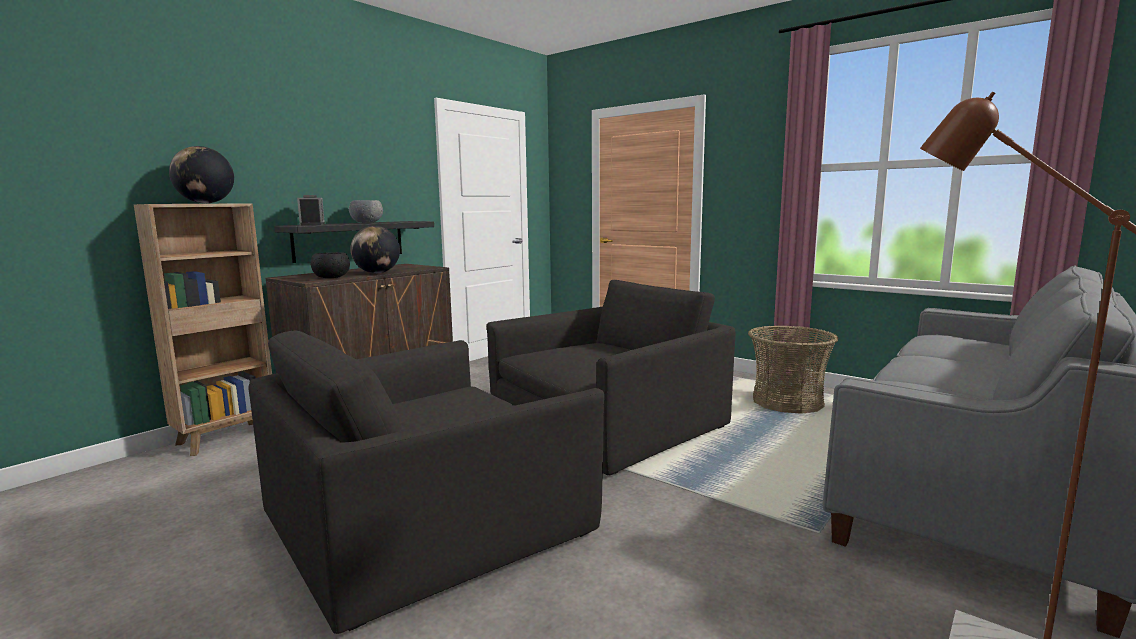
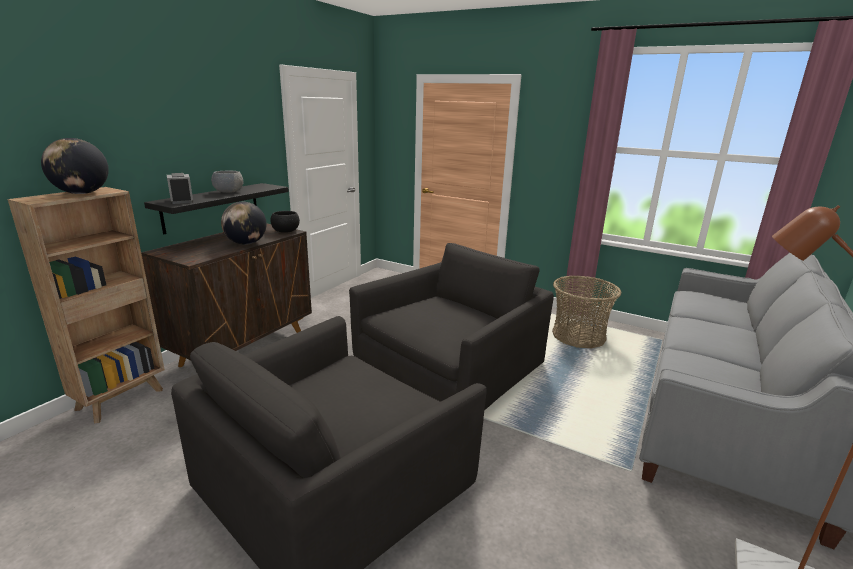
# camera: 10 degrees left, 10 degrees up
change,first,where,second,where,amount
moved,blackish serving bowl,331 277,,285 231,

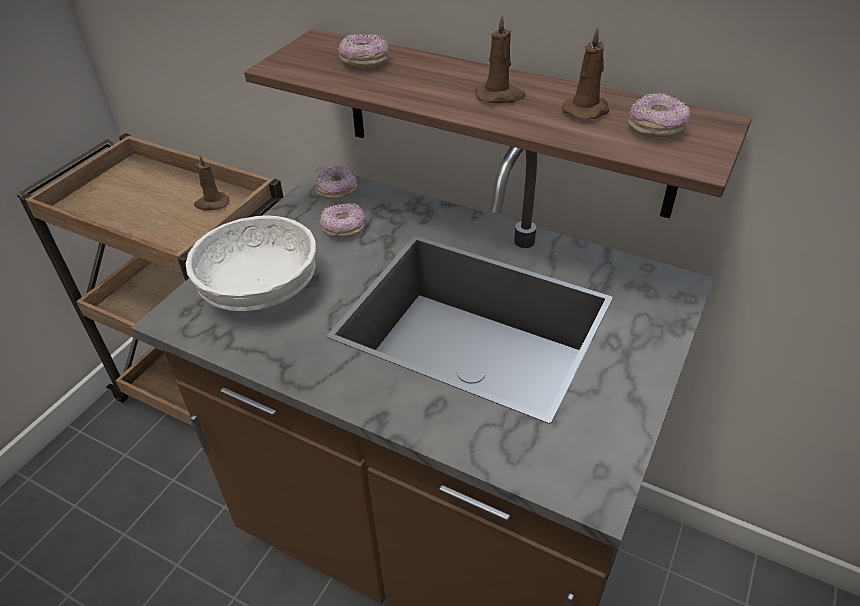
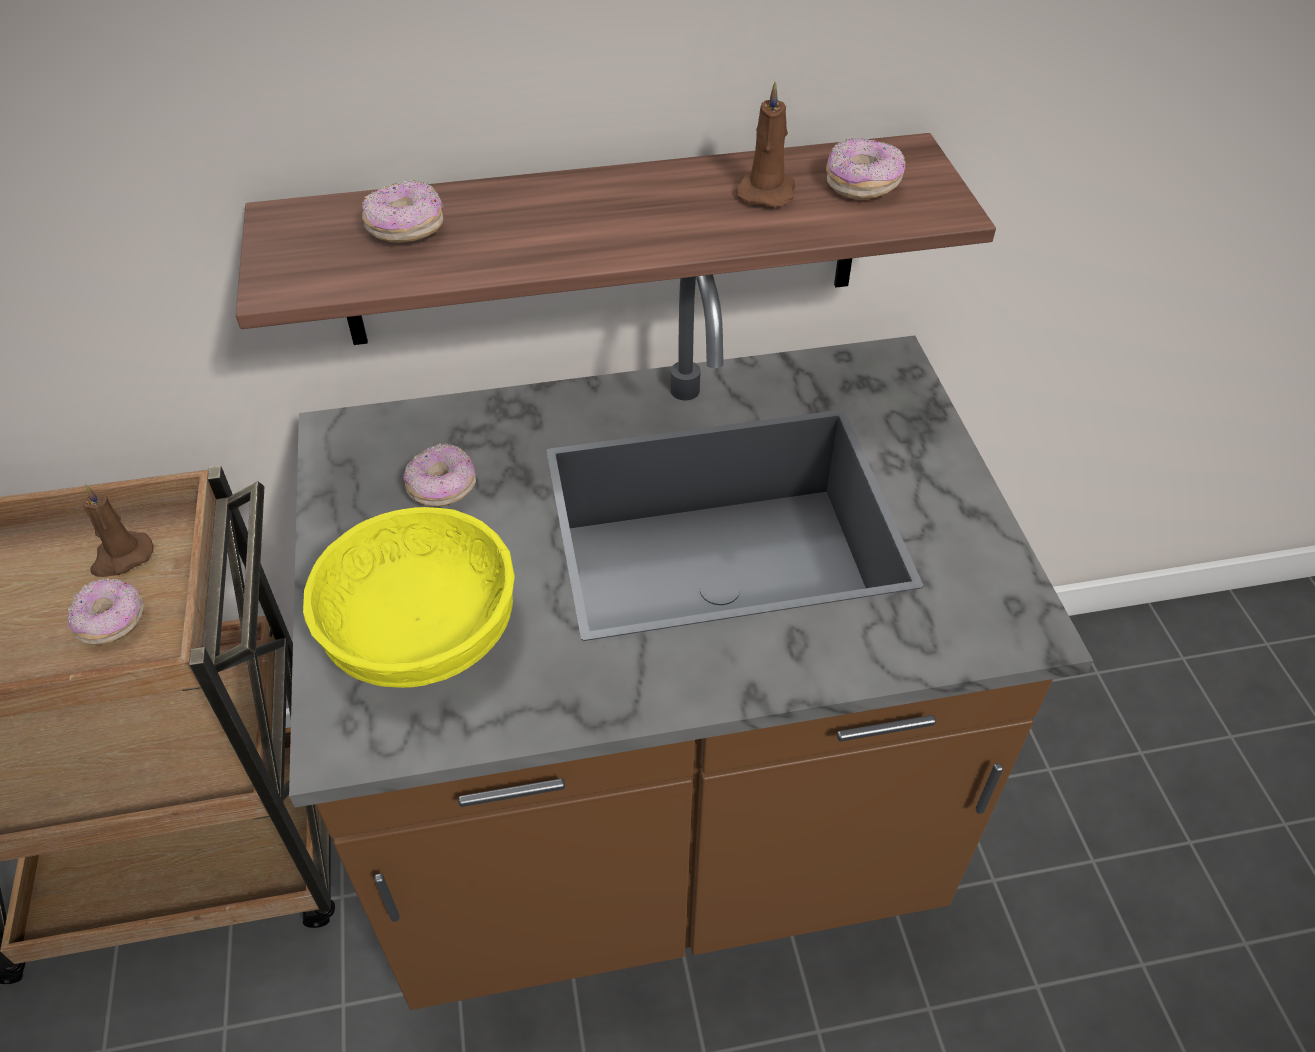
# camera: 40 degrees left, 5 degrees up
change,first,where,second,where,amount
recoloured,whitish serving bowl,262 288,yellow-coloured serving bowl,423 629,
moved,ring doughnut,337 192,,112 622,
removed,brown-coloured candle,500 96,,,

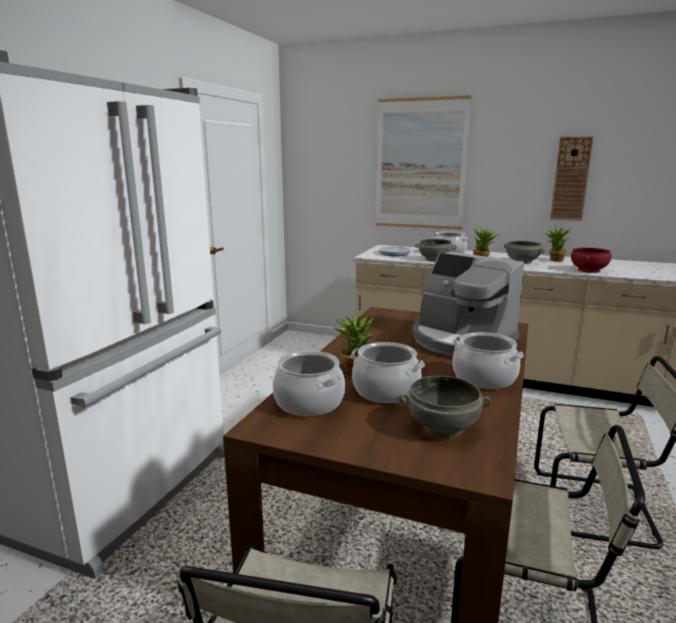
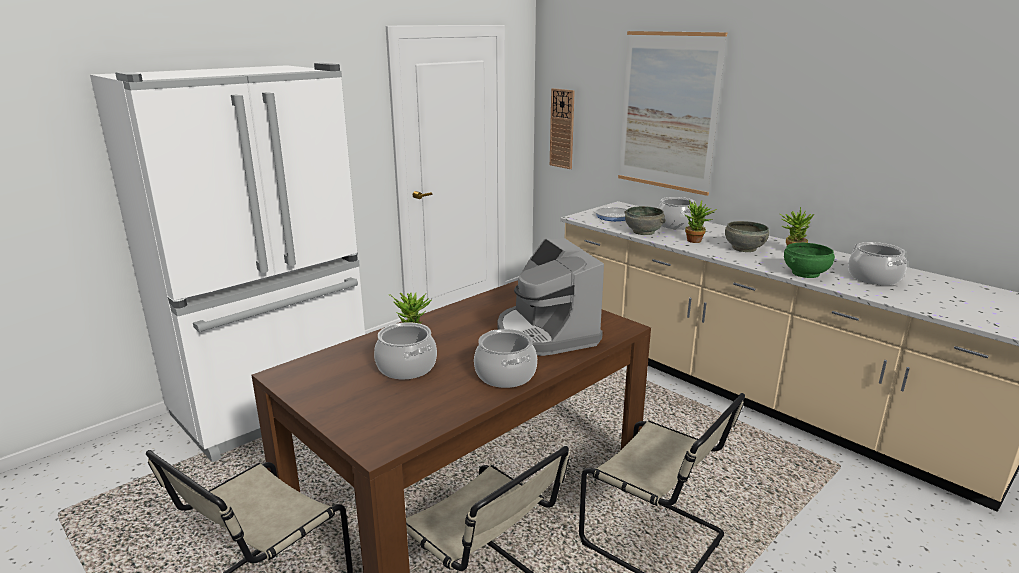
# camera: 25 degrees right, 5 degrees up
change,first,where,second,where,amount
moved,cooking pot,309 402,,874 278,
removed,grey serving bowl,442 426,,,
moved,wall clock,571 179,,562 129,
recoloured,red-coloured serving bowl,589 270,green-coloured serving bowl,806 273,

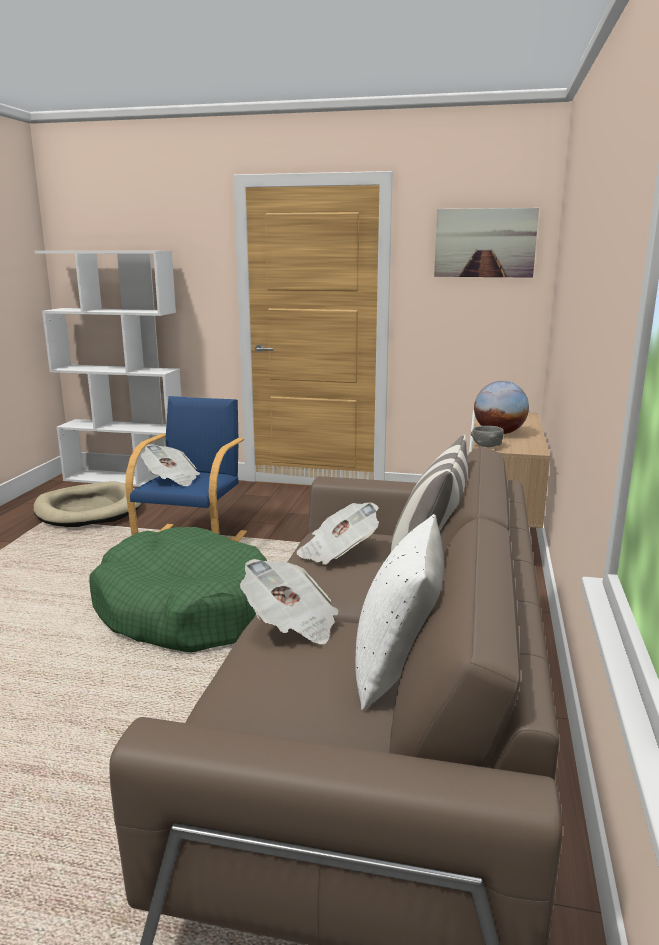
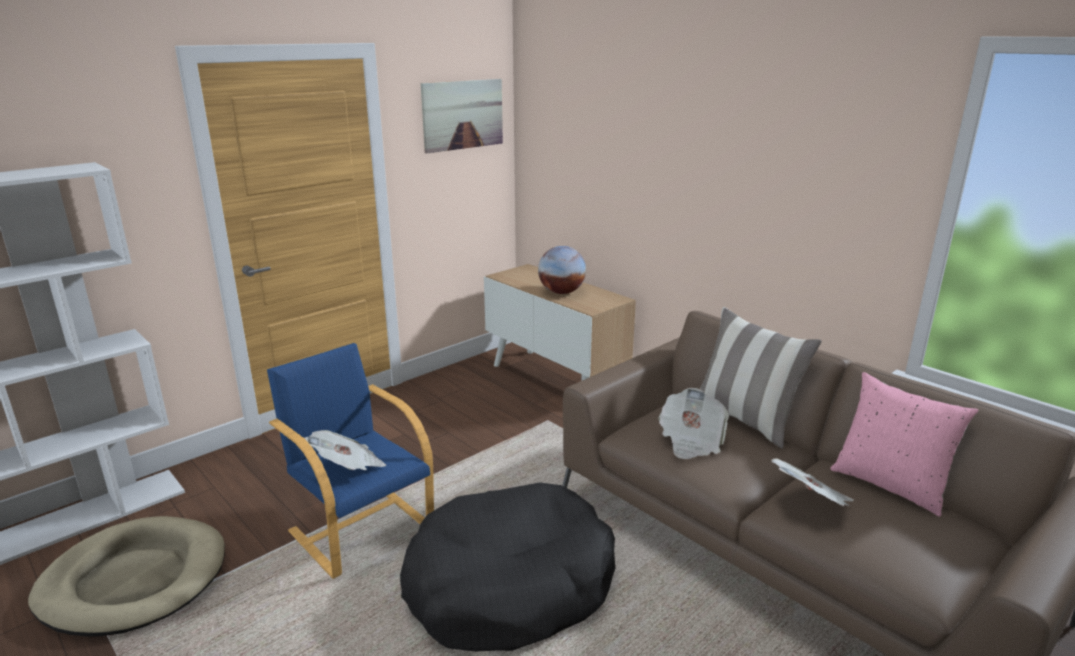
# camera: 55 degrees left, 5 degrees up
change,first,where,second,where,amount
recoloured,green-coloured dog bed,183 609,blackish dog bed,509 585,
recoloured,whitish pillow,398 669,pink-coloured pillow,889 485,
removed,grey serving bowl,487 446,,,

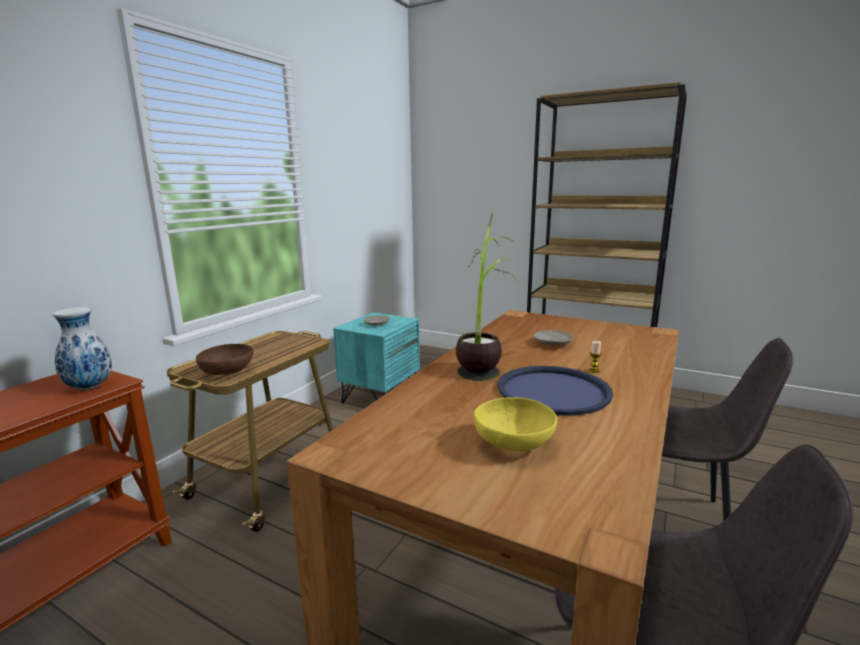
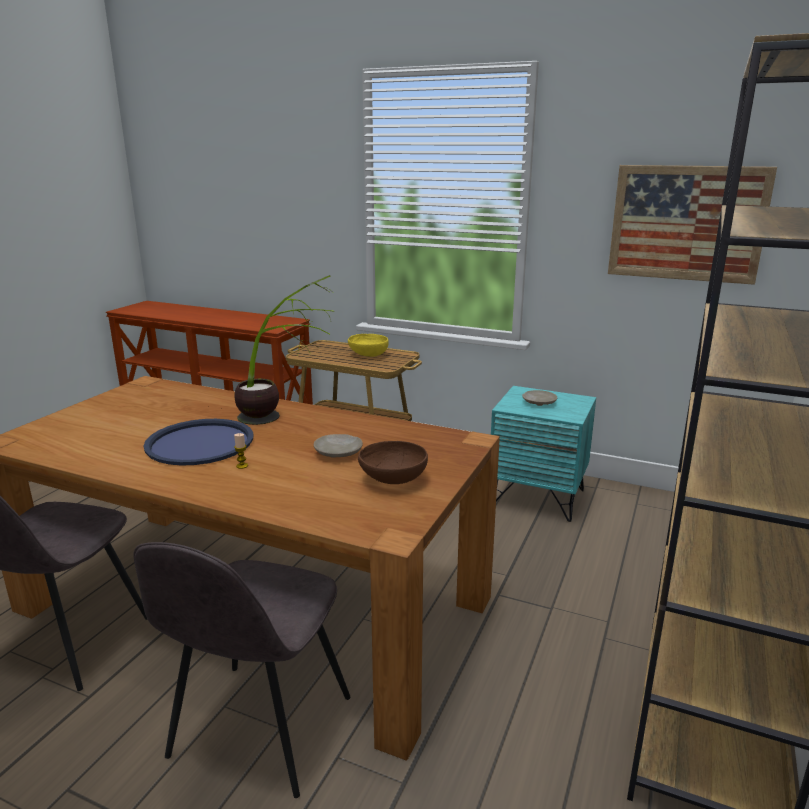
# camera: 85 degrees right, 5 degrees up
change,first,where,second,where,amount
removed,flower vase,90 386,,,
moved,brown-coloured serving bowl,228 373,,392 480,
moved,yellow-coloured serving bowl,513 445,,368 355,
added,,,picture,686 223,

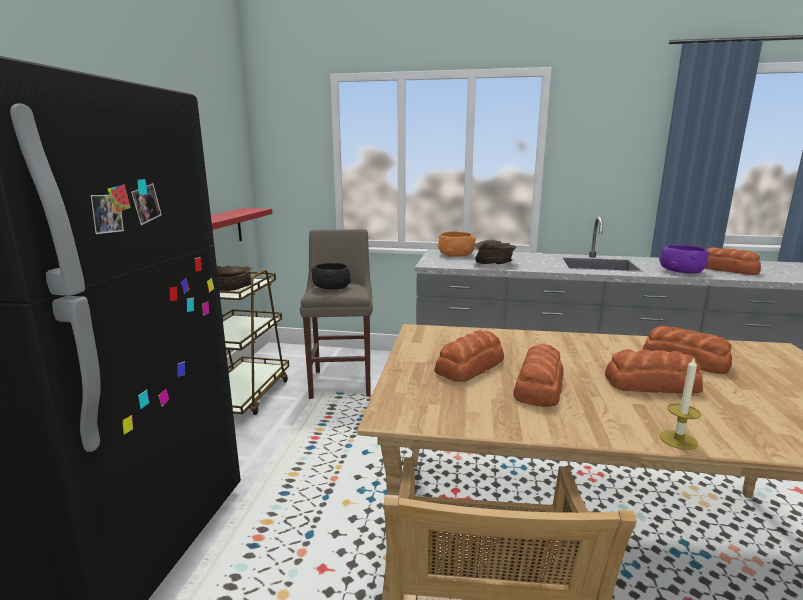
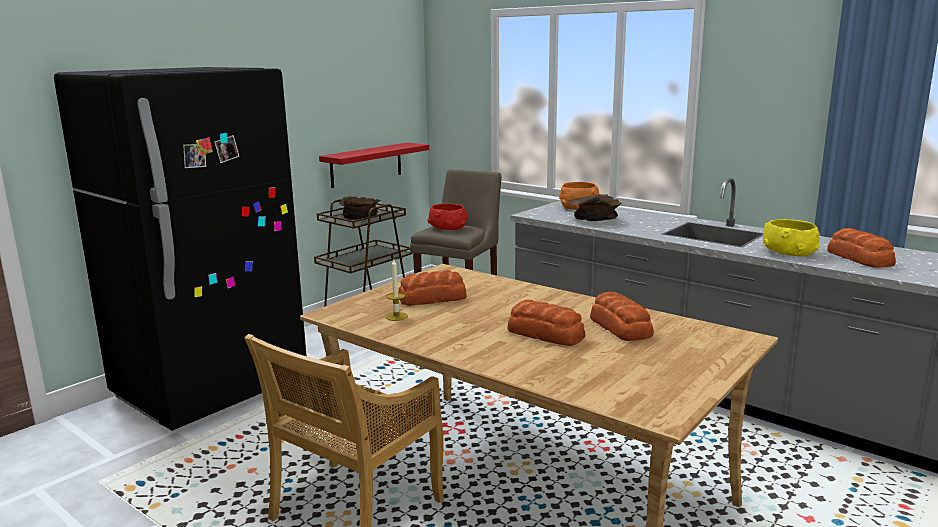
# camera: 30 degrees right, 0 degrees up
change,first,where,second,where,amount
recoloured,blackish serving bowl,331 287,red-coloured serving bowl,447 227,
removed,baked bread,538 386,,,
recoloured,purple serving bowl,680 271,yellow-coloured serving bowl,788 252,
moved,candle,678 440,,396 316,

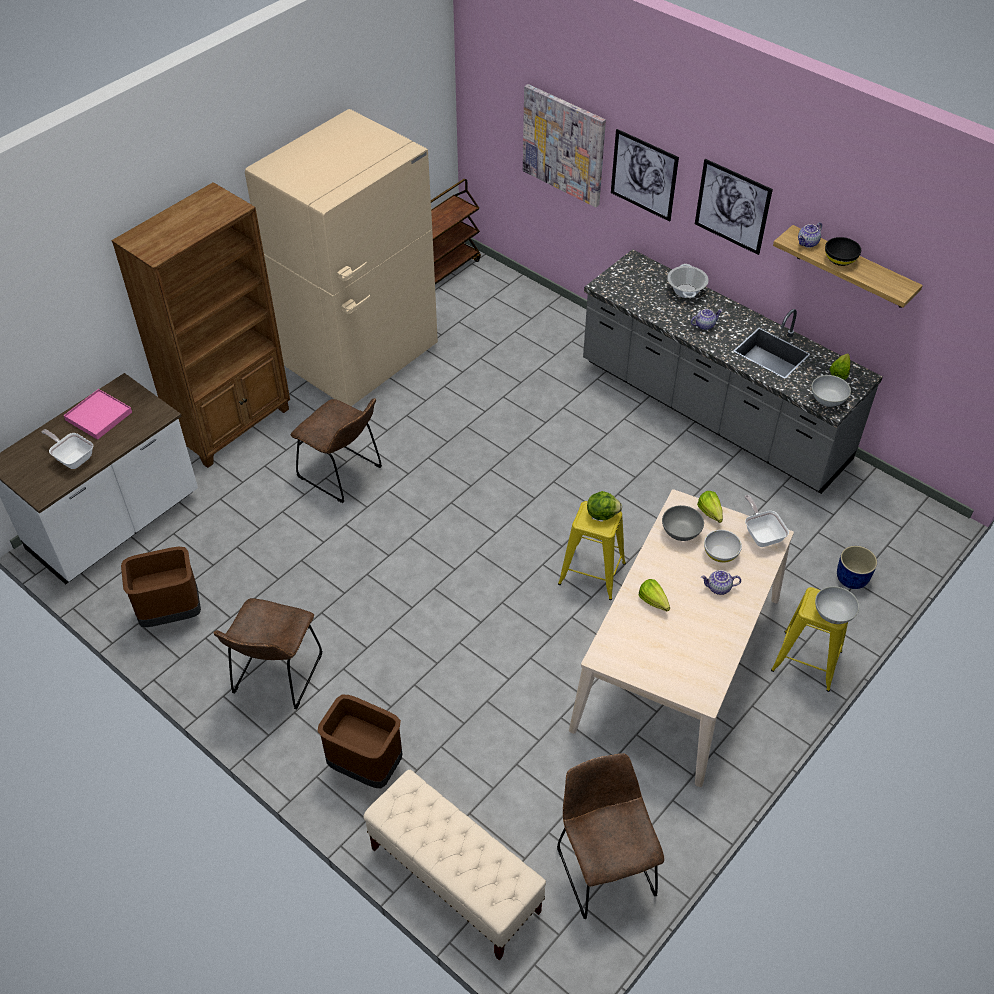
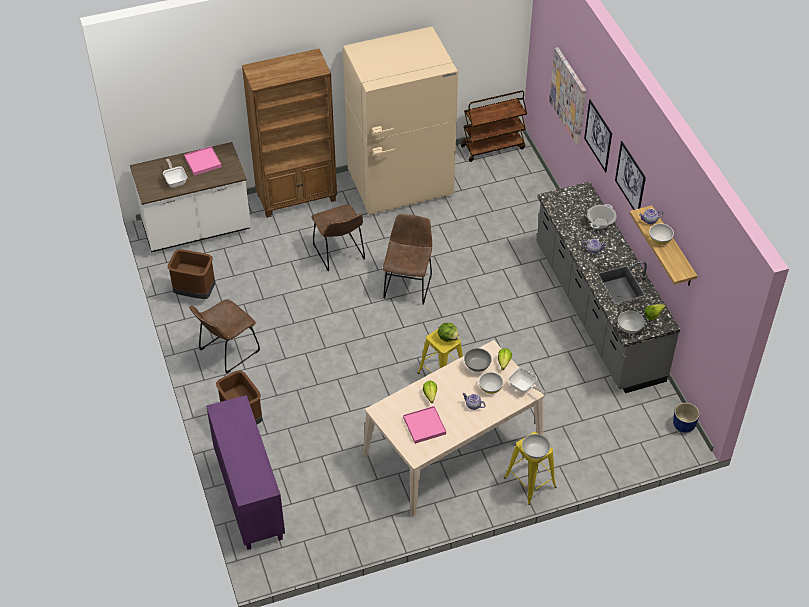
# camera: 30 degrees right, 0 degrees up
change,first,where,second,where,amount
replaced,sand-coloured indoor bench,454 880,purple cabinet,248 496,
moved,brown-coloured upright chair,603 866,,408 284,
turned,pan,762 534,,524 388,120 degrees clockwise
recoloured,blackish serving bowl,840 259,whitish serving bowl,660 239,
moved,bluish plant pot,851 579,,683 425,
added,,,pink-coloured serving tray,424 426,

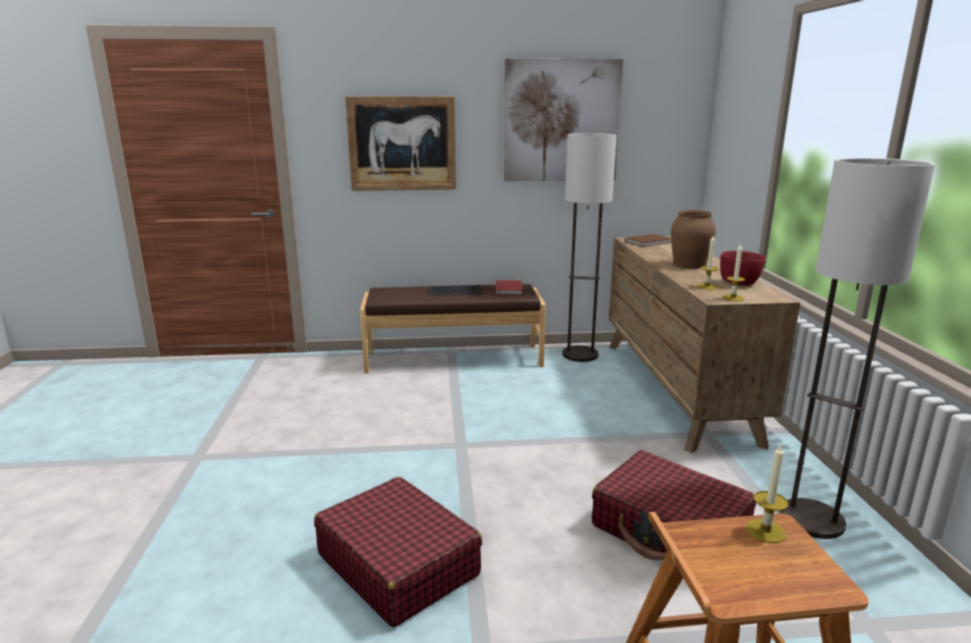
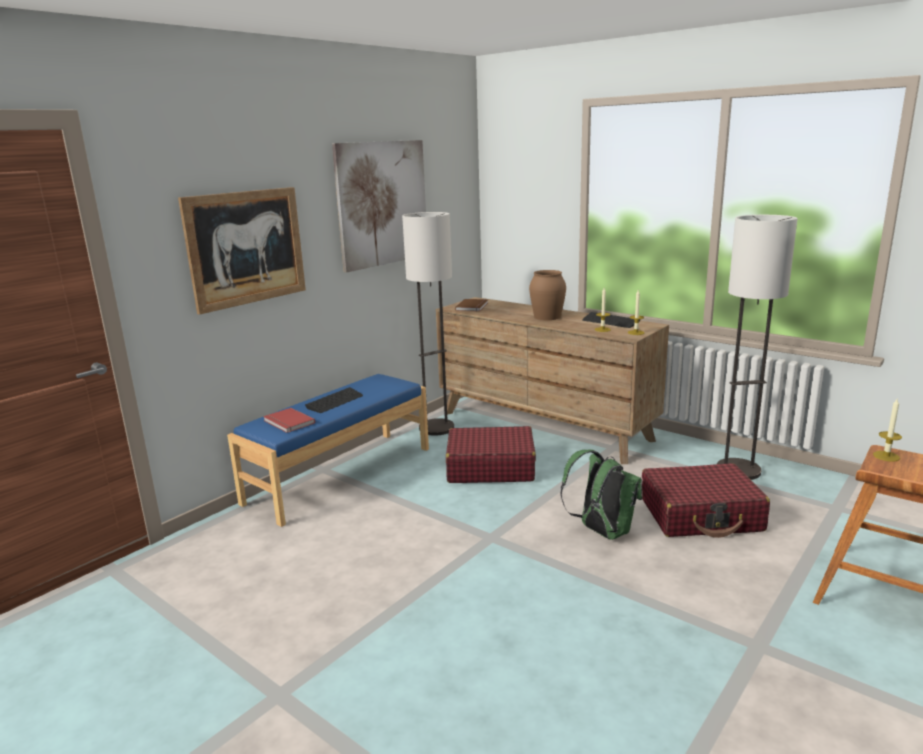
# camera: 45 degrees left, 0 degrees up
change,first,where,second,where,amount
moved,red-coloured travel case,398 564,,490 468,
recoloured,brown-coloured indoor bench,453 358,bluish indoor bench,339 474,
moved,red-coloured volume,507 289,,288 422,
replaced,red-coloured serving bowl,739 283,keyboard,610 321,
added,,,green-coloured backpack,601 531,

